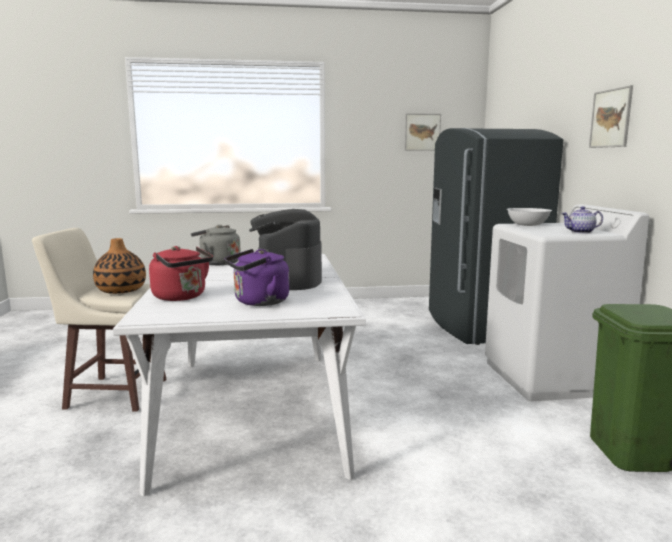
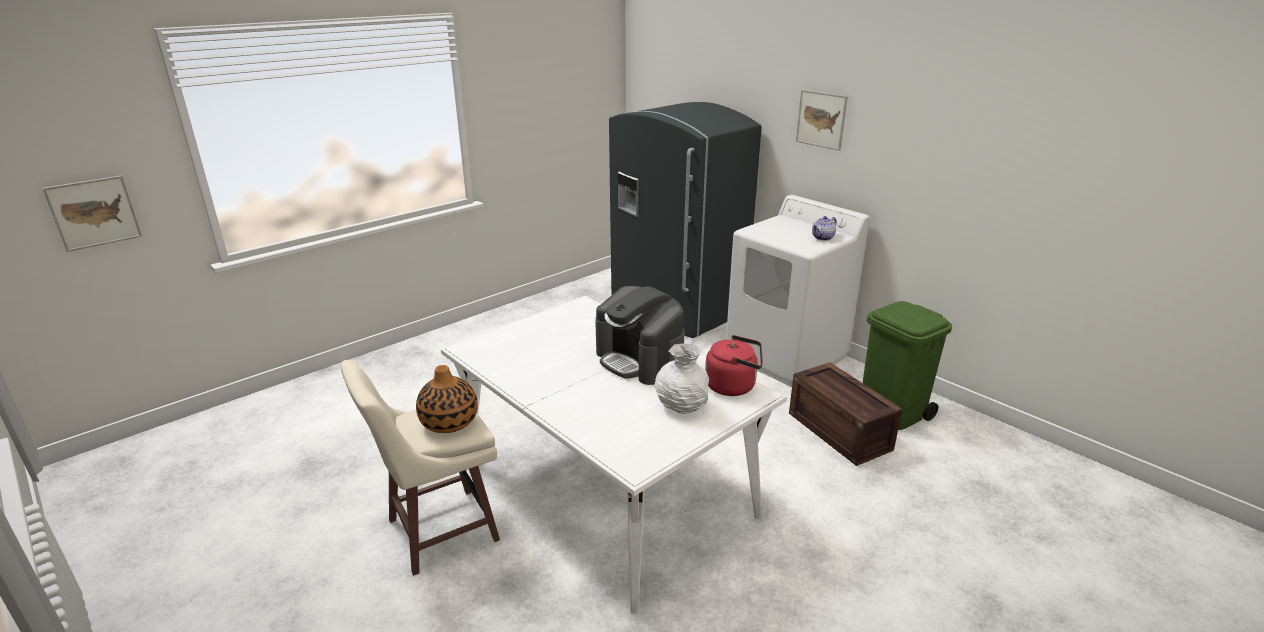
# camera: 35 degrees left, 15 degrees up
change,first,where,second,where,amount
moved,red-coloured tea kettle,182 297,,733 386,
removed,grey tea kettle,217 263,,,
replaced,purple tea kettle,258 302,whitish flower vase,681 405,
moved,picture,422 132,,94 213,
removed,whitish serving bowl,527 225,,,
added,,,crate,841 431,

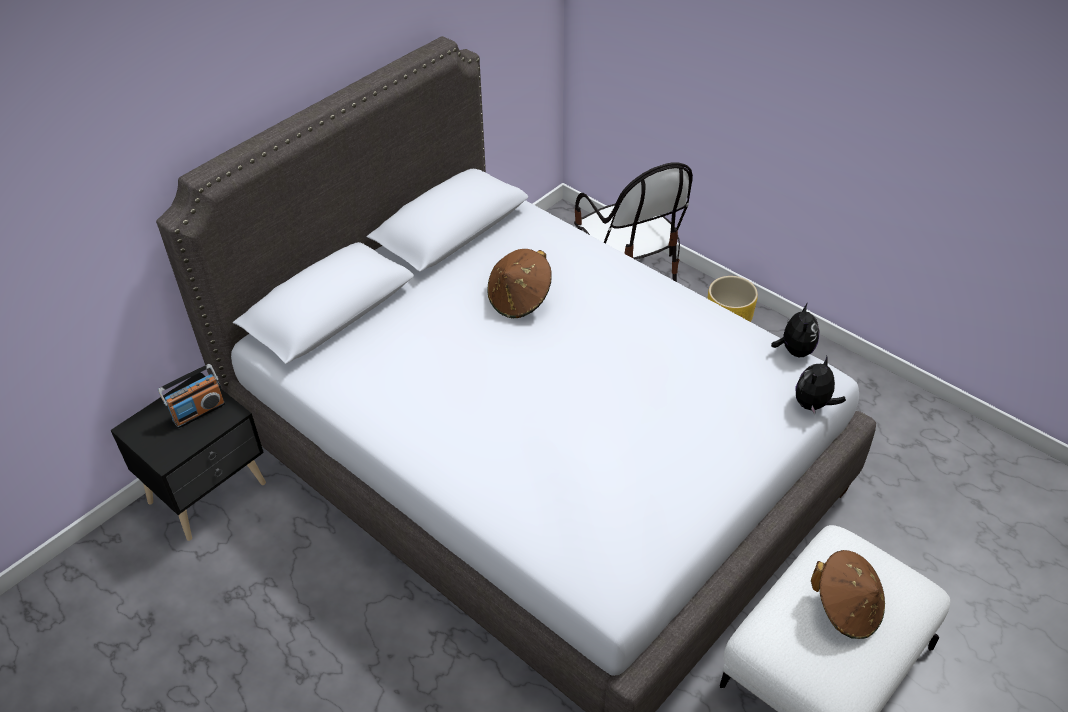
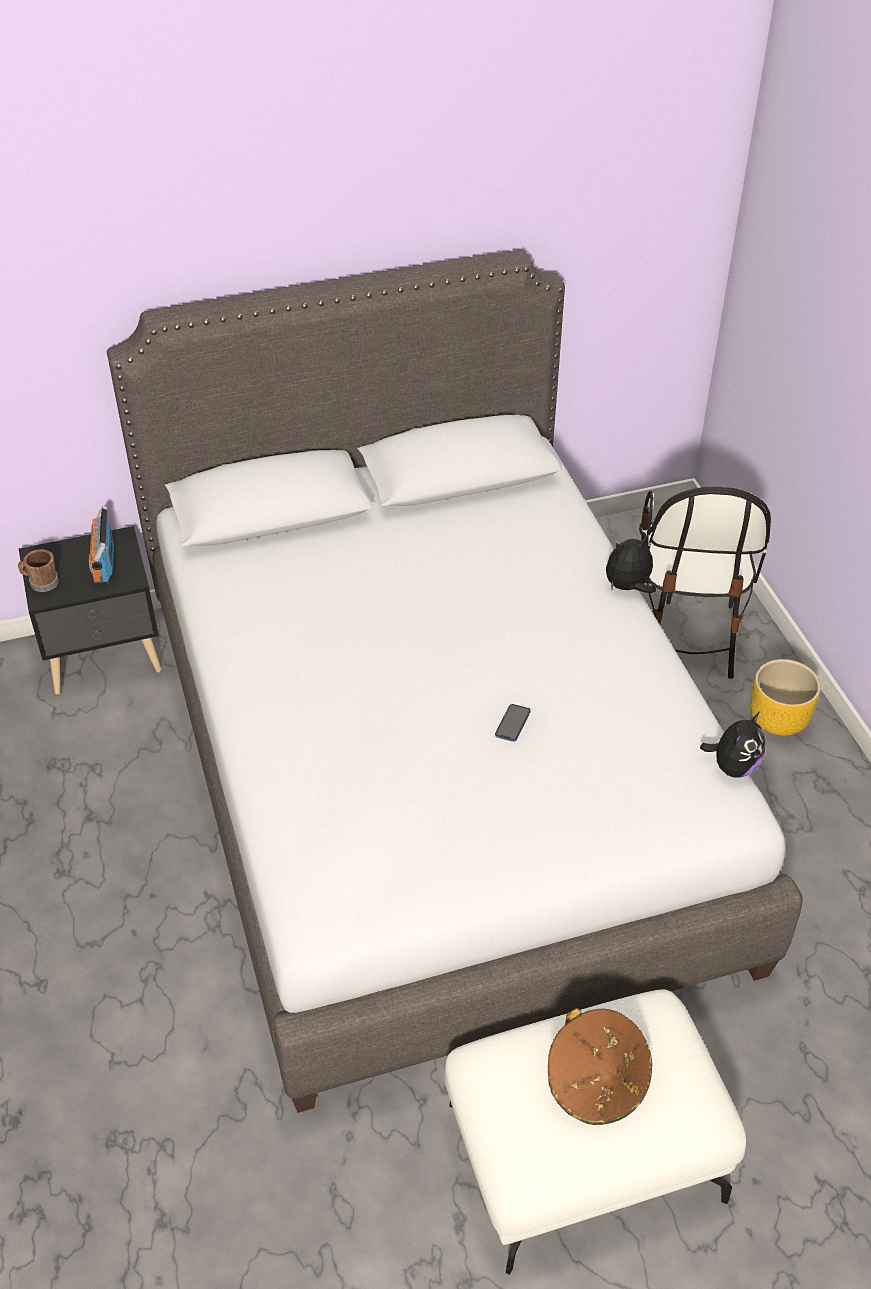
# camera: 30 degrees right, 0 degrees up
change,first,where,second,where,amount
turned,radio,198 412,,104 565,90 degrees clockwise
removed,brown-coloured hat,520 300,,,
moved,soft toy,813 405,,628 587,
added,,,brown-coloured tea mug,41 582,
added,,,telephone,512 723,

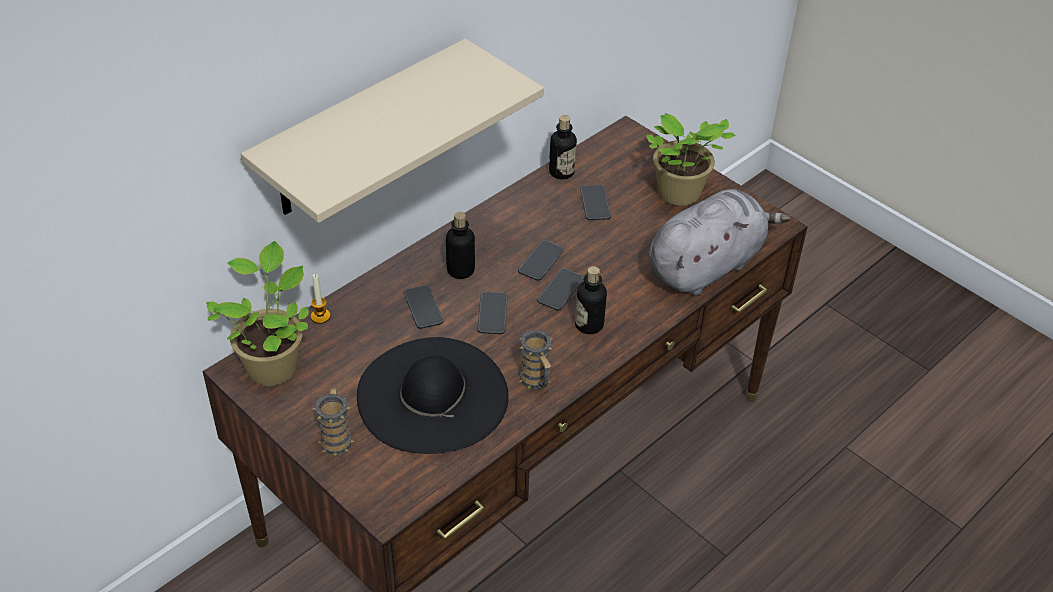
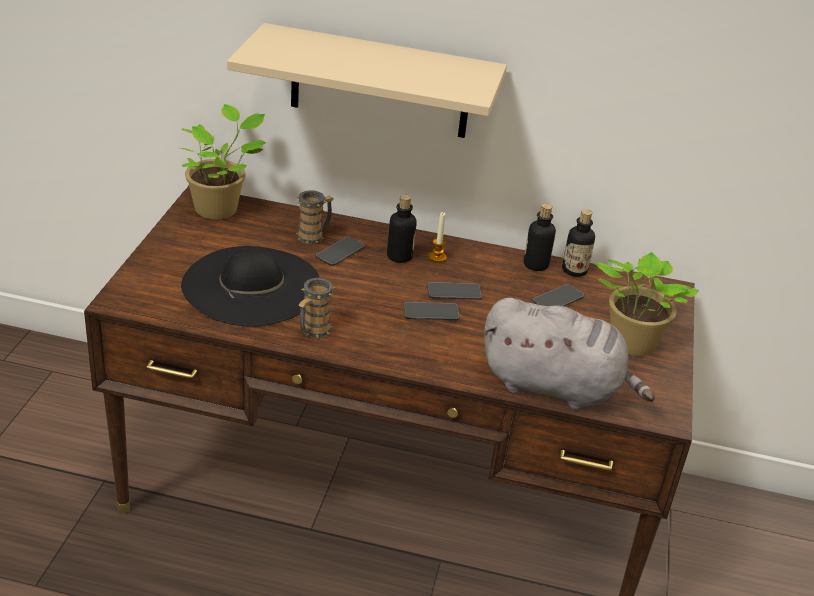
# camera: 55 degrees right, 10 degrees down
change,first,where,second,where,amount
moved,candle,320 316,,437 257,
moved,tea mug,336 438,,314 236,
removed,telephone,492 314,,,
moved,drink bottle,589 325,,535 264,

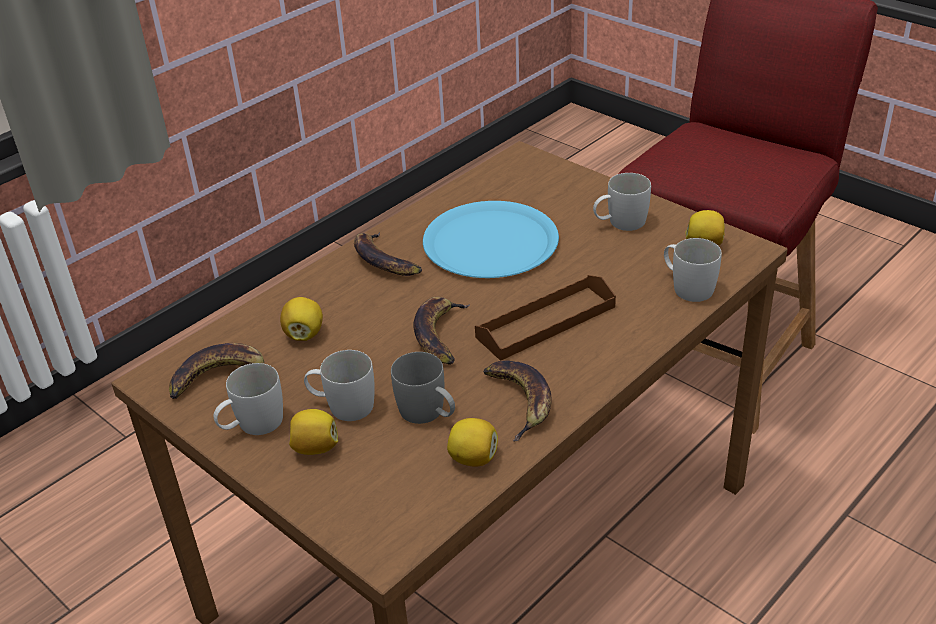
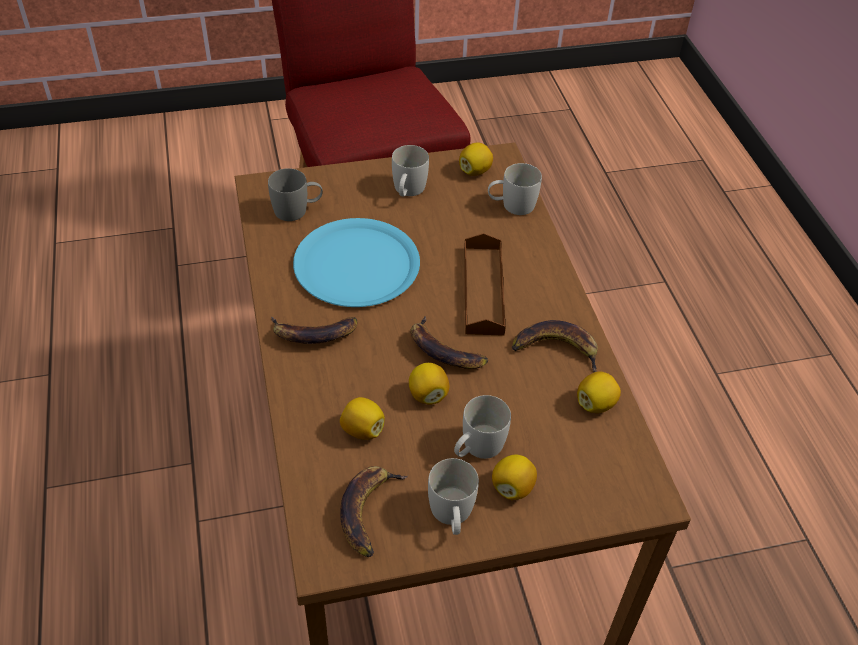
# camera: 60 degrees left, 10 degrees up
change,first,where,second,where,amount
moved,grey tea mug,428 414,,297 210,
added,,,whole lemon,428 395,

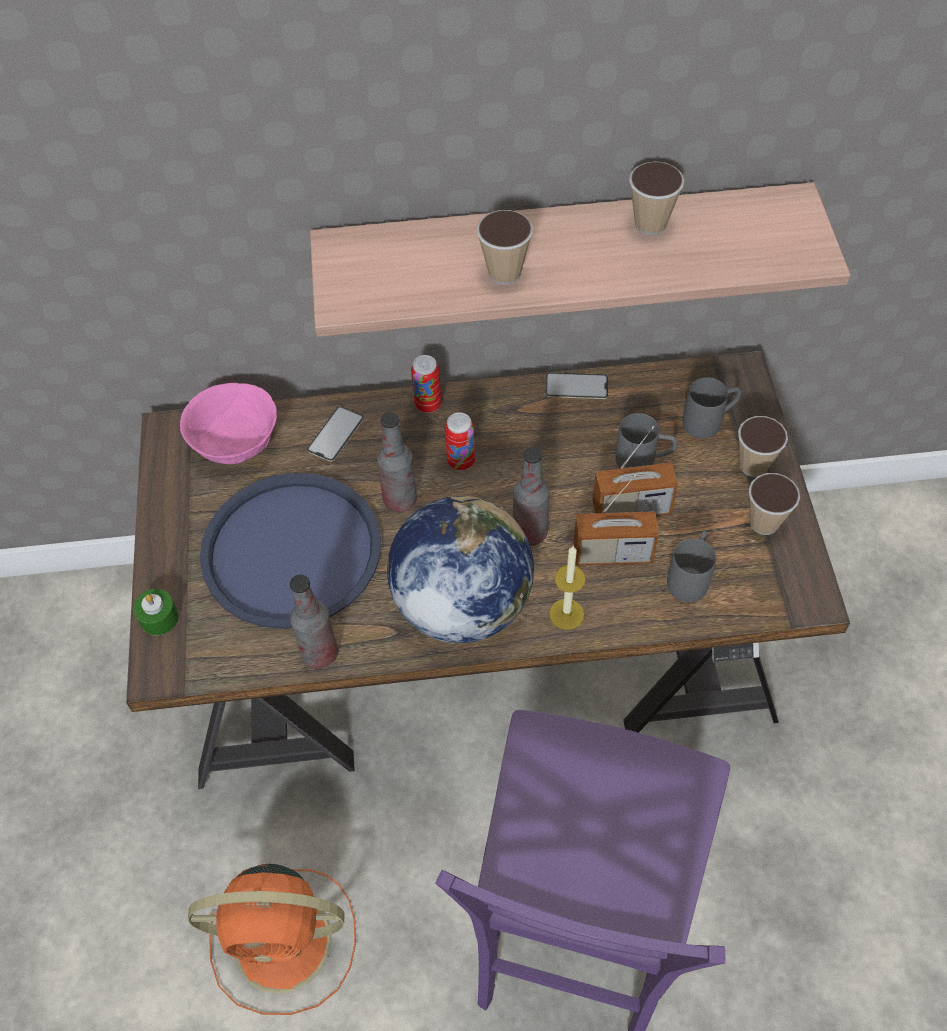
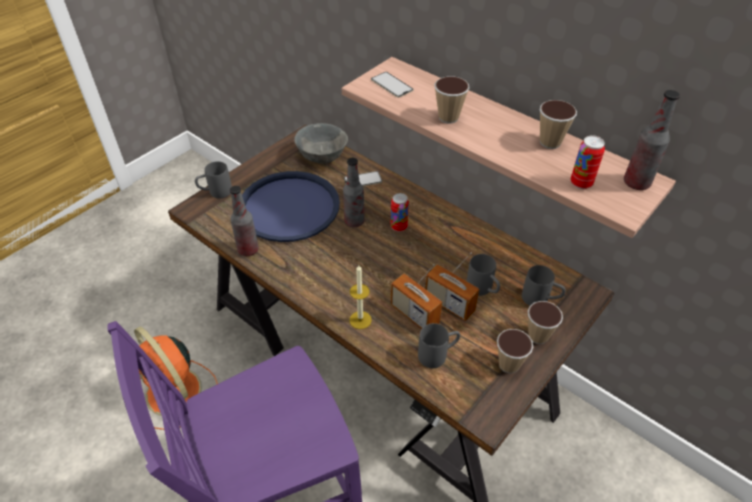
# camera: 45 degrees right, 10 degrees down
change,first,where,second,where,amount
replaced,green-coloured candle,159 618,grey tea mug,215 192,
recoloured,pink-coloured serving bowl,236 443,grey serving bowl,322 156,
removed,desk globe,461 603,,,
moved,can,428 404,,581 183,
moved,drink bottle,530 533,,636 183,
moved,telephone,576 386,,391 85,

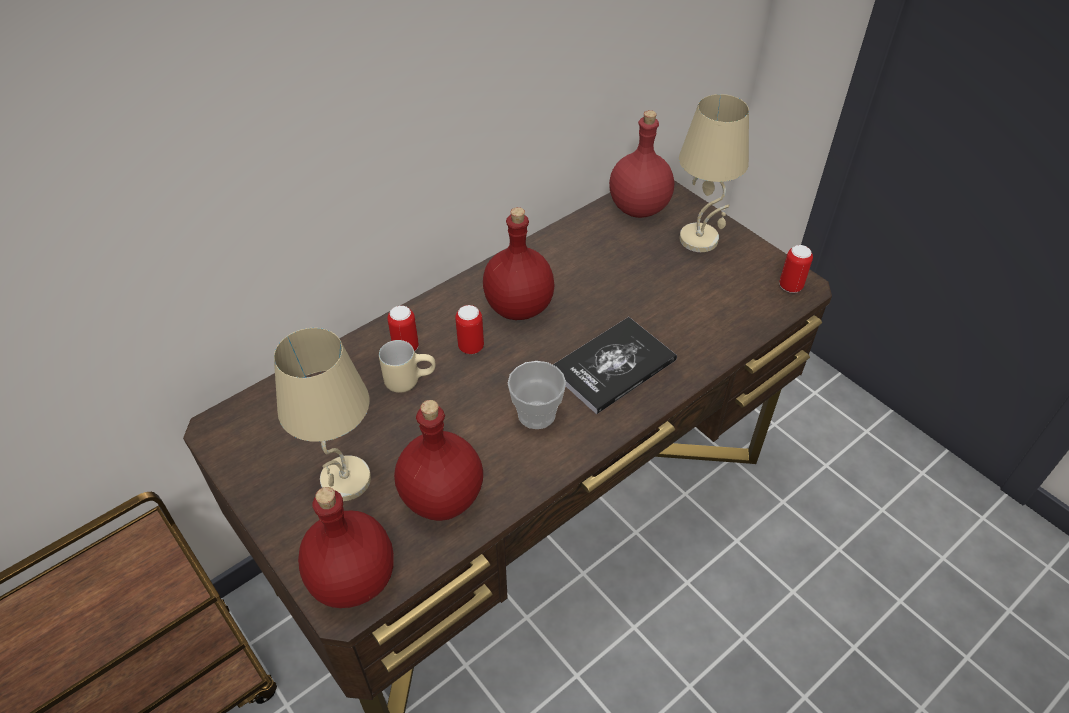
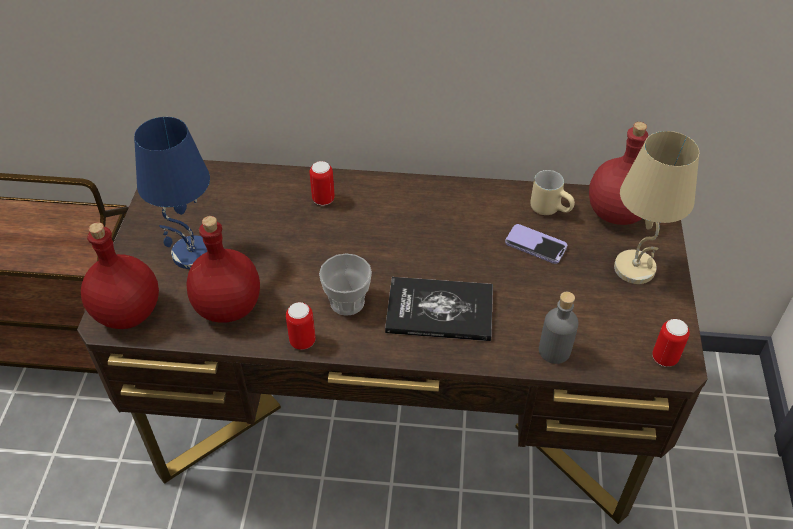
# camera: 45 degrees right, 0 degrees up
change,first,where,second,where,amount
recoloured,sand-coloured lamp for a table,346 481,bluish lamp for a table,191 255,
moved,sand-coloured tea mug,410 379,,551 209,
moved,can,471 347,,302 341,
removed,red-coloured drink bottle,520 307,,,
added,,,telephone,535 245,
added,,,grey drink bottle,554 351,

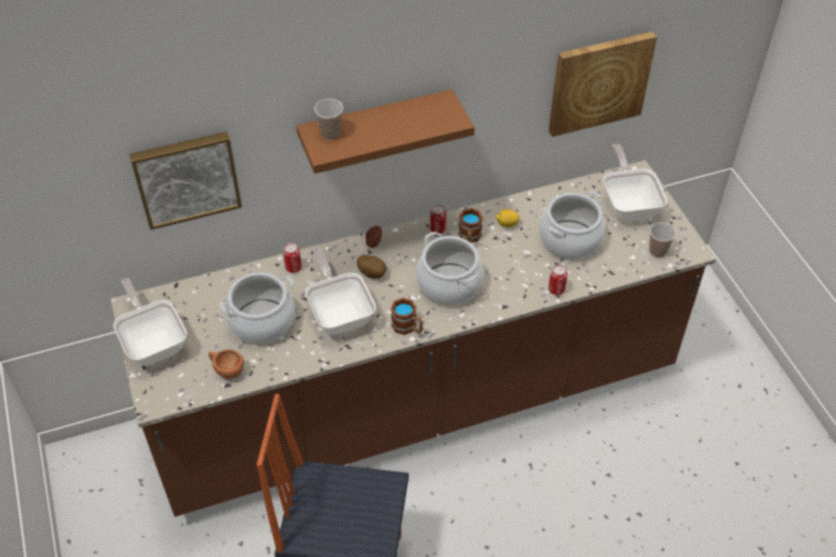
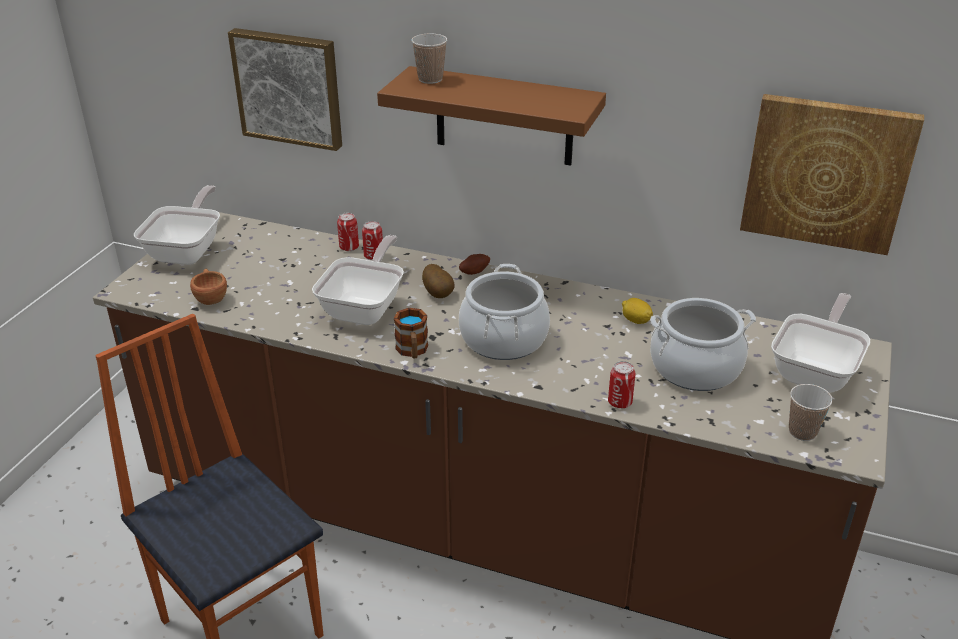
# camera: 40 degrees right, 15 degrees down
change,first,where,second,where,amount
removed,cooking pot,262 322,,,
moved,can,438 229,,349 247,
removed,tea mug,469 238,,,

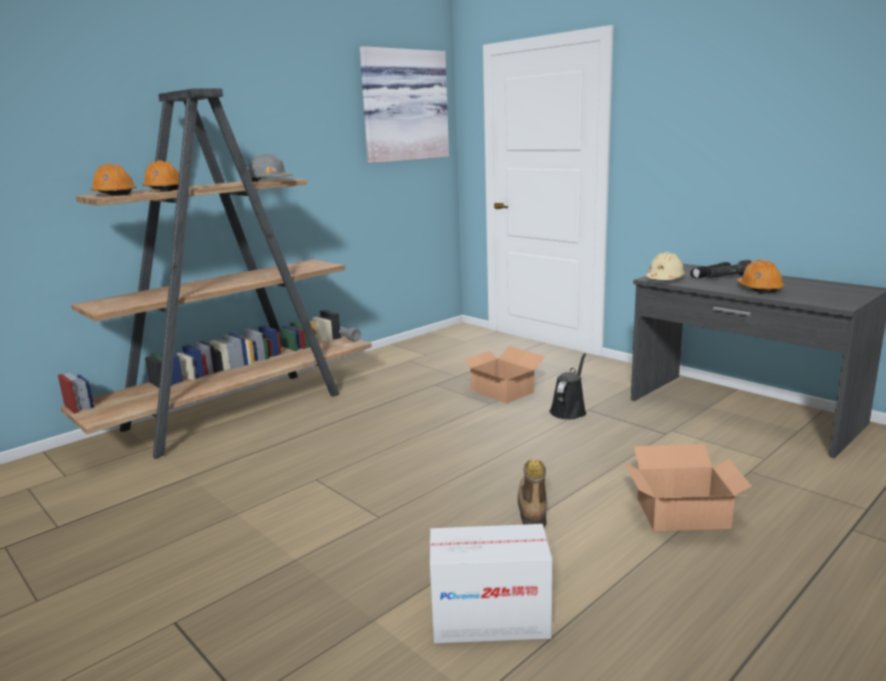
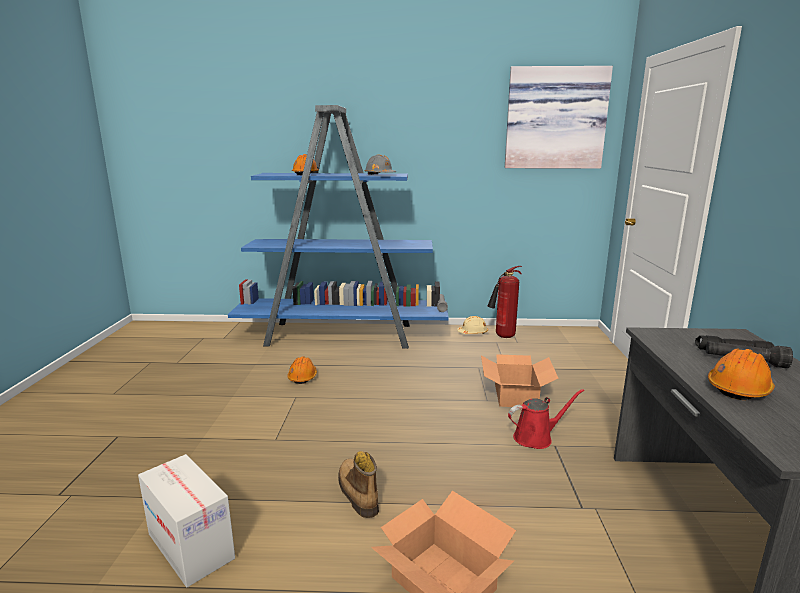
# camera: 45 degrees right, 0 degrees up
change,first,where,second,where,amount
recoloured,brown-coloured shelving unit,238 411,bluish shelving unit,342 335,
moved,orangey safety helmet,114 194,,302 377,
turned,boot,532 507,,357 493,75 degrees counterclockwise
recoloured,blackish watering pot,569 410,red-coloured watering pot,536 437,
moved,sand-coloured safety helmet,664 279,,473 333,
added,,,fire-fighting cylinder,503 337,

